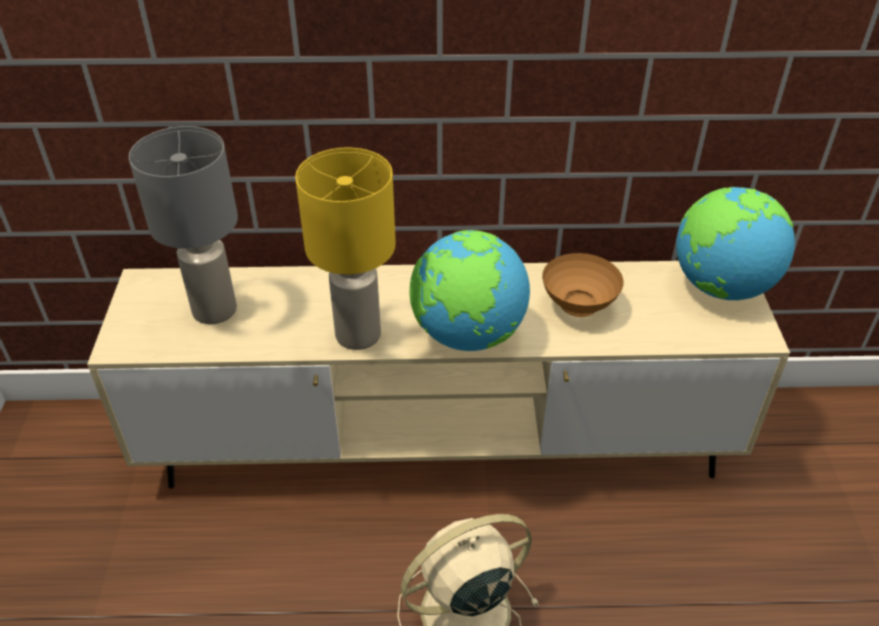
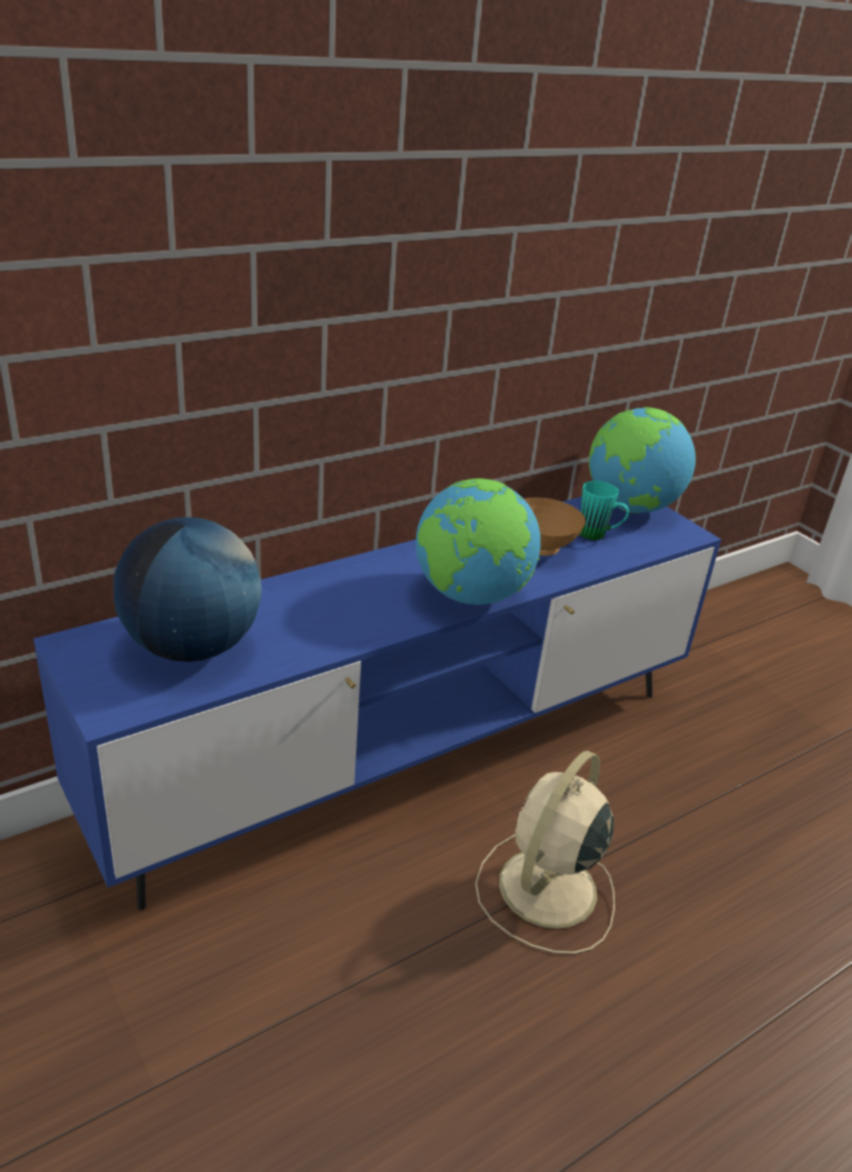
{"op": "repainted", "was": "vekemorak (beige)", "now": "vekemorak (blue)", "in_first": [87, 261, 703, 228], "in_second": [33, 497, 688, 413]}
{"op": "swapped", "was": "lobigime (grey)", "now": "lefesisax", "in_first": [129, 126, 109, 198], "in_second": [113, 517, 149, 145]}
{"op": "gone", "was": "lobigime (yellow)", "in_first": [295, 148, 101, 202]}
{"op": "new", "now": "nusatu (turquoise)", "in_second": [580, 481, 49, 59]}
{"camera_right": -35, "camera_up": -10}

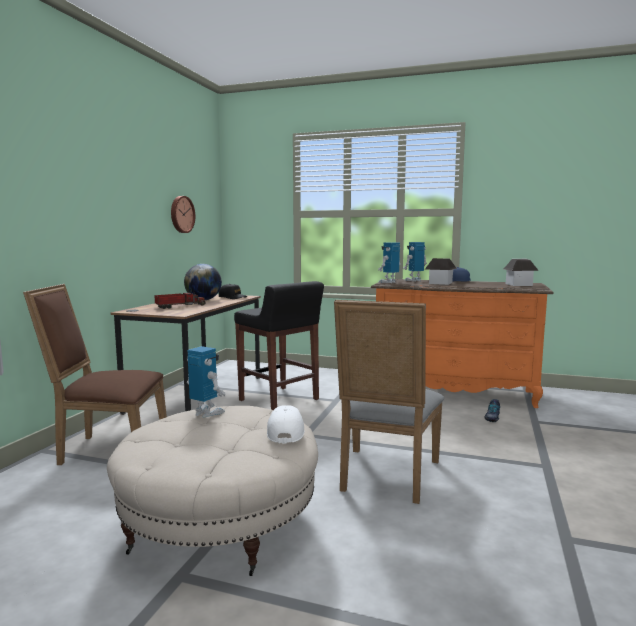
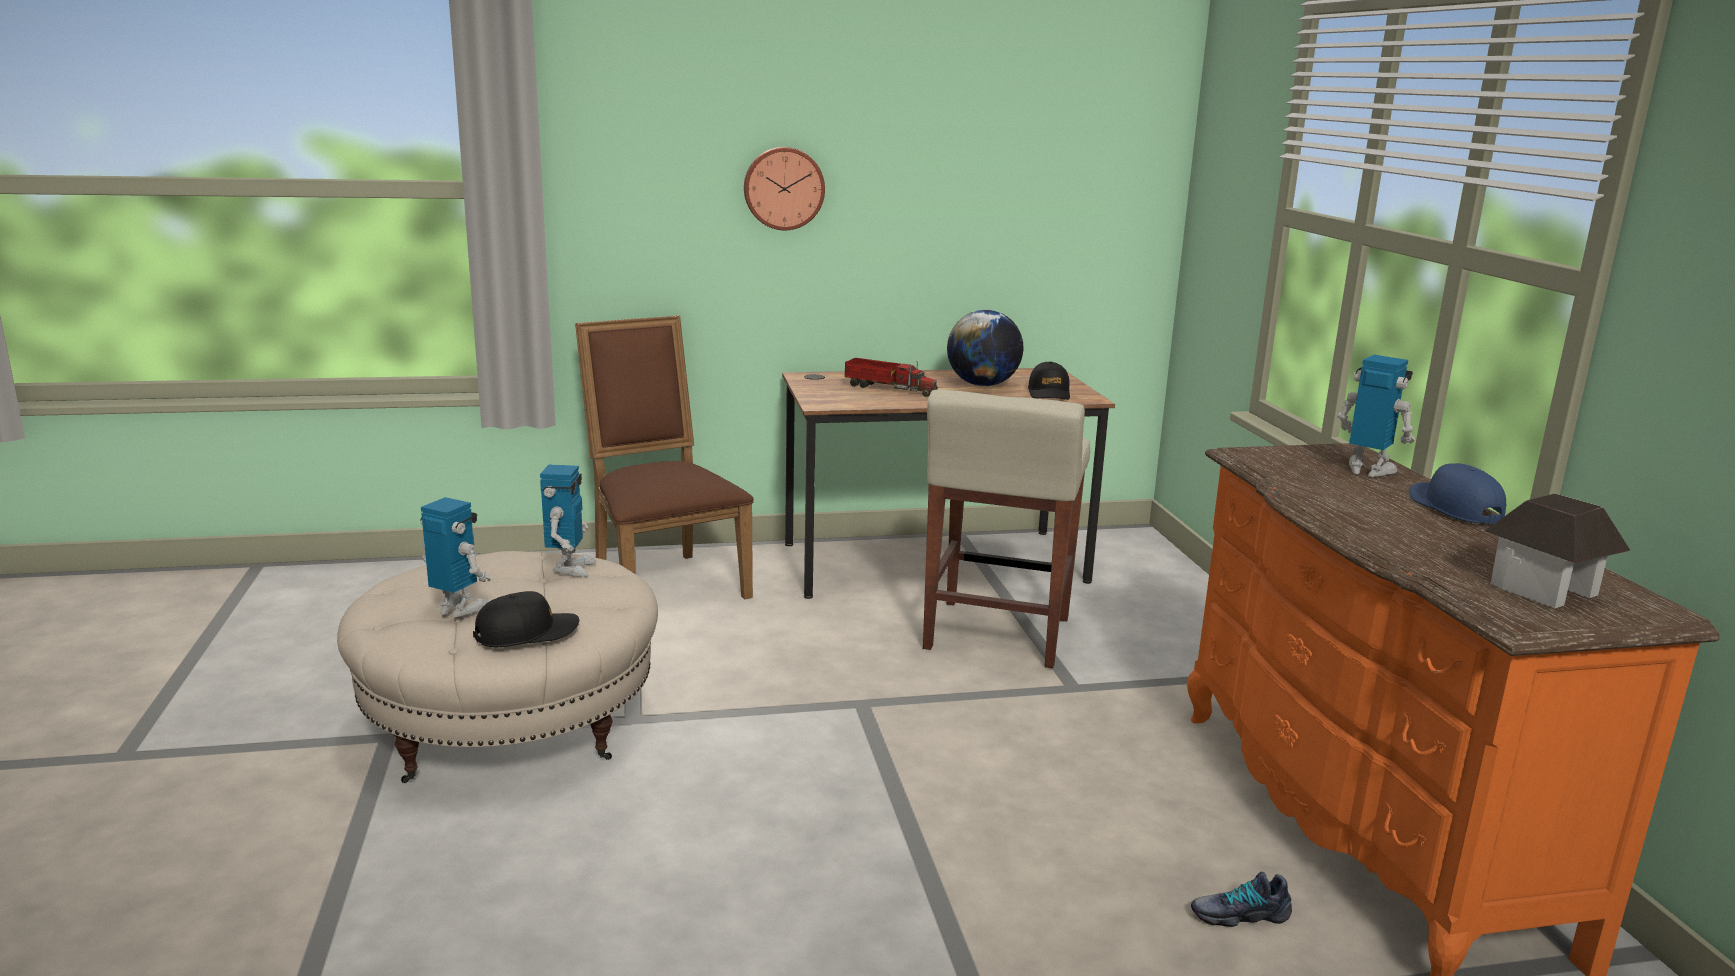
{"op": "shifted", "was": "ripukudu", "in_first": [171, 196, 24, 37], "in_second": [744, 147, 81, 83]}
{"op": "repainted", "was": "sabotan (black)", "now": "sabotan (beige)", "in_first": [234, 281, 90, 129], "in_second": [923, 389, 167, 280]}
{"op": "repainted", "was": "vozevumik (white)", "now": "vozevumik (black)", "in_first": [267, 405, 38, 39], "in_second": [473, 591, 106, 56]}
{"op": "gone", "was": "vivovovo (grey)", "in_first": [334, 300, 110, 204]}
{"op": "shifted", "was": "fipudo", "in_first": [378, 242, 23, 41], "in_second": [420, 497, 71, 121]}
{"op": "gone", "was": "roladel", "in_first": [425, 258, 32, 27]}
{"camera_right": 60, "camera_up": 10}

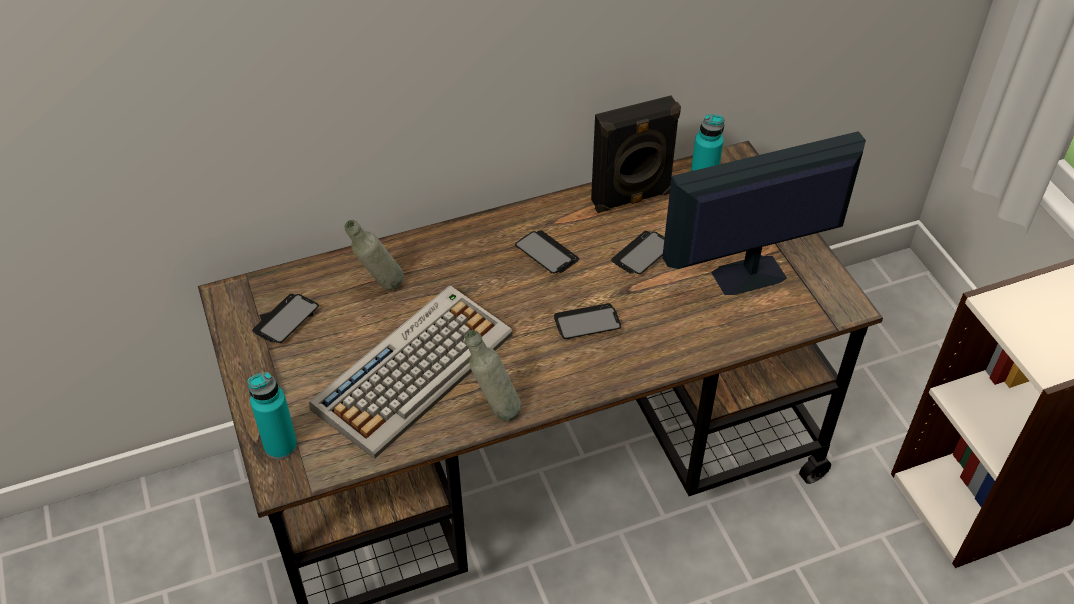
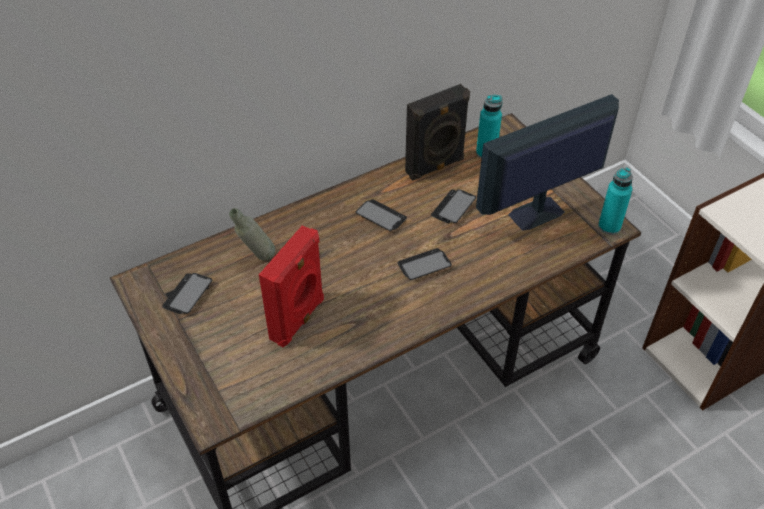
{"op": "shifted", "was": "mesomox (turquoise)", "in_first": [247, 372, 50, 87], "in_second": [598, 167, 35, 68]}
{"op": "swapped", "was": "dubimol", "now": "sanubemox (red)", "in_first": [309, 285, 204, 174], "in_second": [259, 225, 65, 122]}
{"op": "gone", "was": "mesomox (grey)", "in_first": [465, 330, 56, 90]}
{"camera_right": -10, "camera_up": 0}

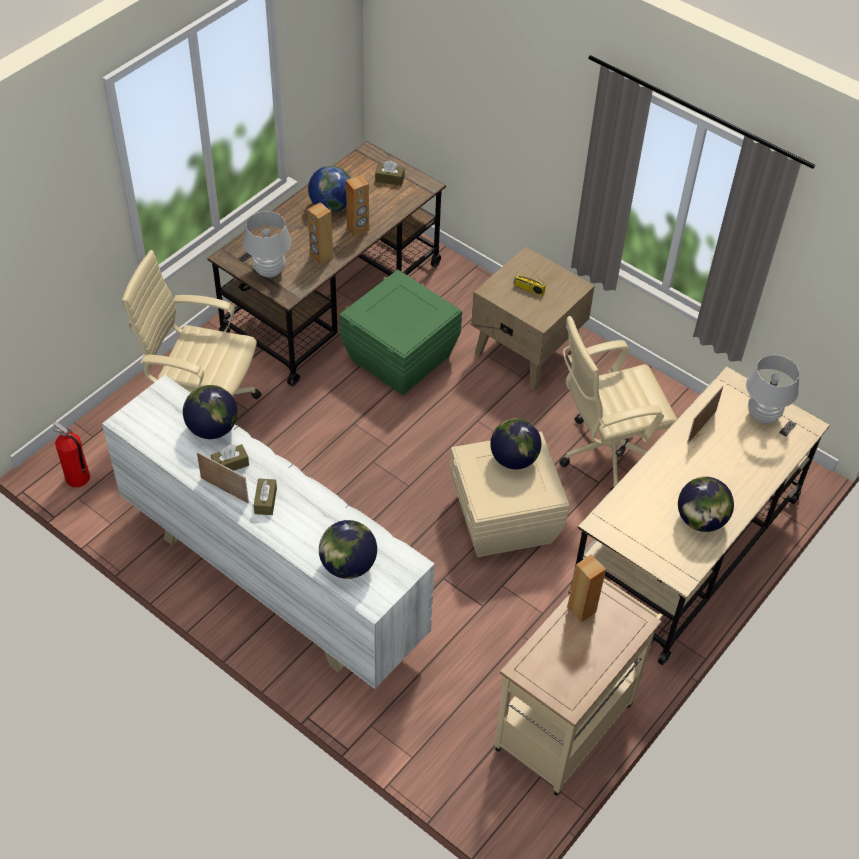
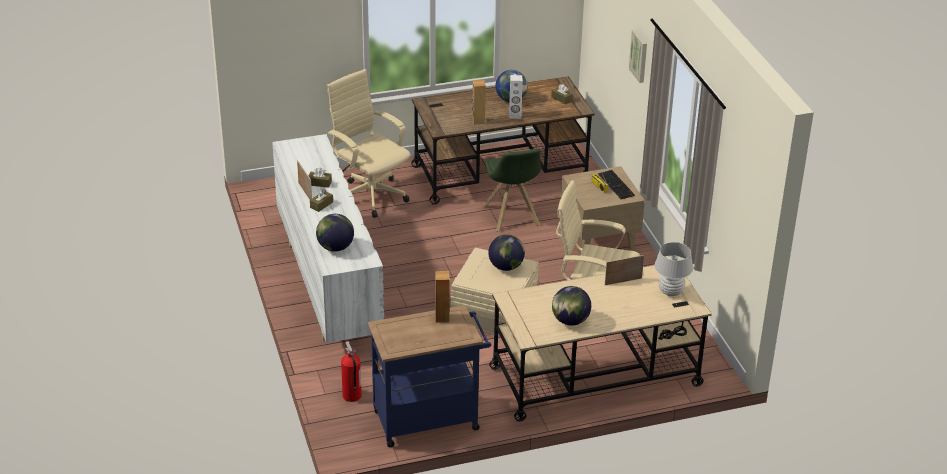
{"op": "shifted", "was": "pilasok", "in_first": [53, 421, 37, 67], "in_second": [341, 341, 21, 61]}
{"op": "gone", "was": "lefesisax", "in_first": [183, 385, 55, 54]}
{"op": "gone", "was": "lobigime (white)", "in_first": [243, 211, 48, 66]}
{"op": "swapped", "was": "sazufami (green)", "now": "vivovovo (green)", "in_first": [339, 270, 123, 125], "in_second": [483, 149, 58, 83]}
{"op": "repainted", "was": "sanubemox (brown)", "now": "sanubemox (white)", "in_first": [346, 175, 23, 61], "in_second": [509, 75, 14, 44]}
{"op": "repainted", "was": "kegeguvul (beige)", "now": "kegeguvul (blue)", "in_first": [494, 578, 169, 218], "in_second": [368, 305, 123, 142]}
{"op": "new", "now": "dubimol", "in_second": [598, 170, 37, 29]}
{"op": "new", "now": "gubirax", "in_second": [629, 30, 18, 53]}
{"camera_right": 35, "camera_up": -15}

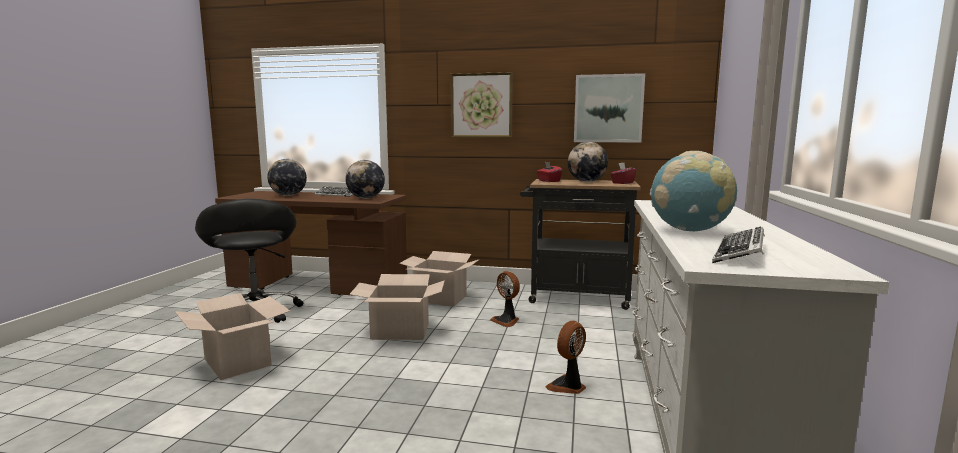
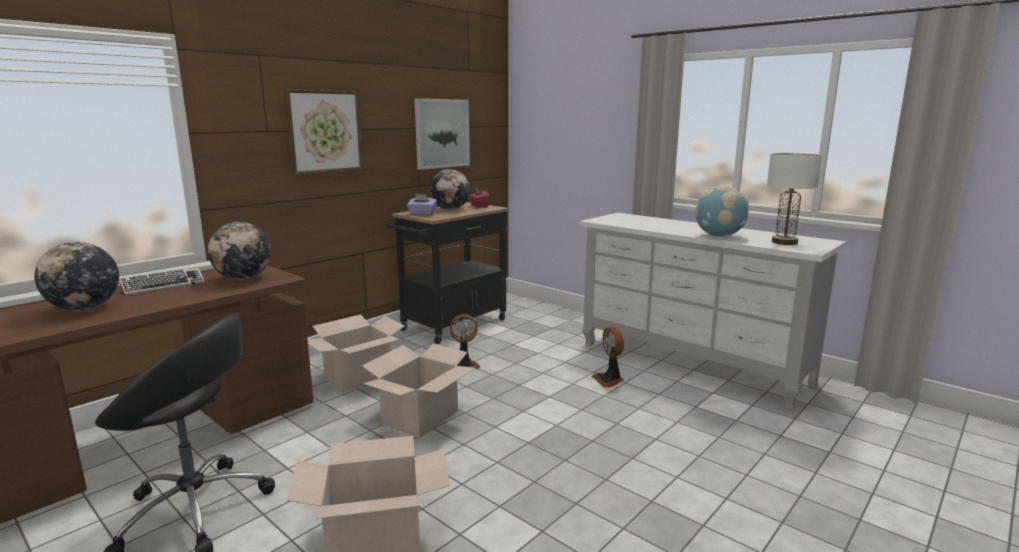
{"op": "repainted", "was": "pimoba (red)", "now": "pimoba (purple)", "in_first": [537, 162, 25, 20], "in_second": [407, 194, 30, 22]}
{"op": "swapped", "was": "dubimol", "now": "lobigime", "in_first": [712, 226, 53, 37], "in_second": [767, 153, 55, 92]}
{"camera_right": -60, "camera_up": 5}

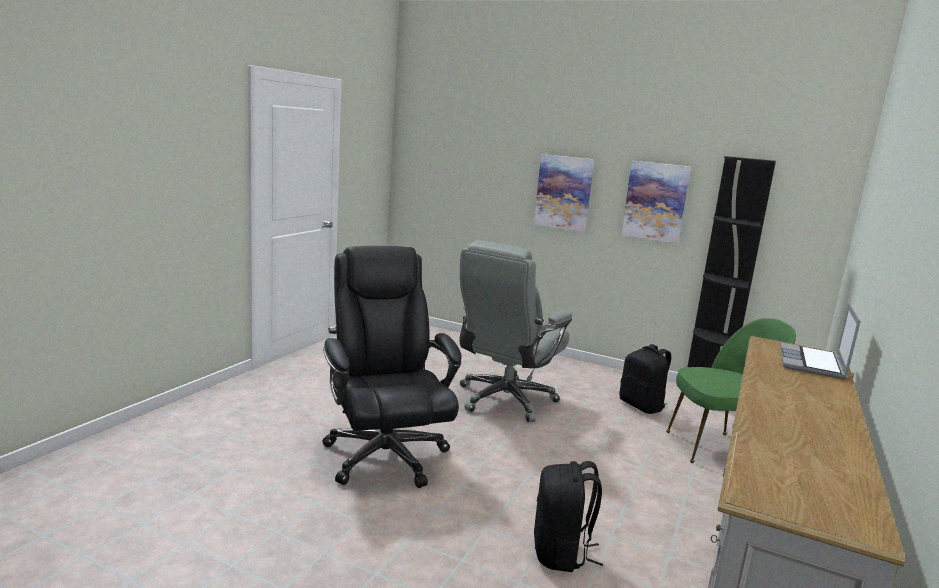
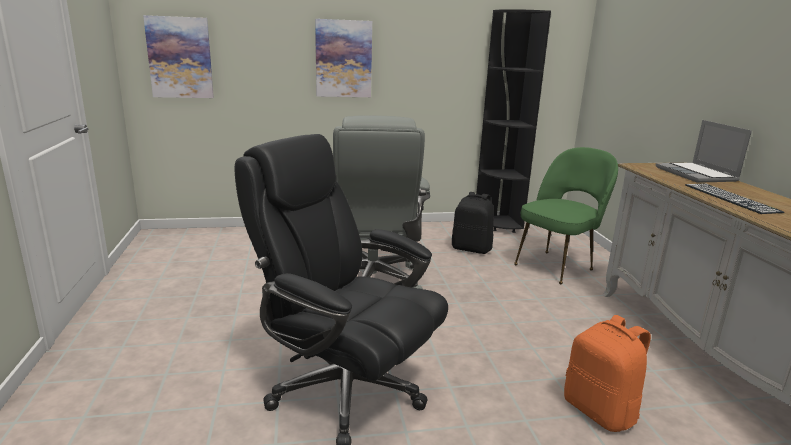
{"op": "repainted", "was": "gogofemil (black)", "now": "gogofemil (orange)", "in_first": [534, 461, 69, 111], "in_second": [564, 315, 87, 117]}
{"op": "shifted", "was": "gubirax", "in_first": [621, 161, 70, 82], "in_second": [143, 15, 71, 83]}
{"op": "new", "now": "dubimol", "in_second": [685, 183, 99, 31]}
{"camera_right": -35, "camera_up": 5}

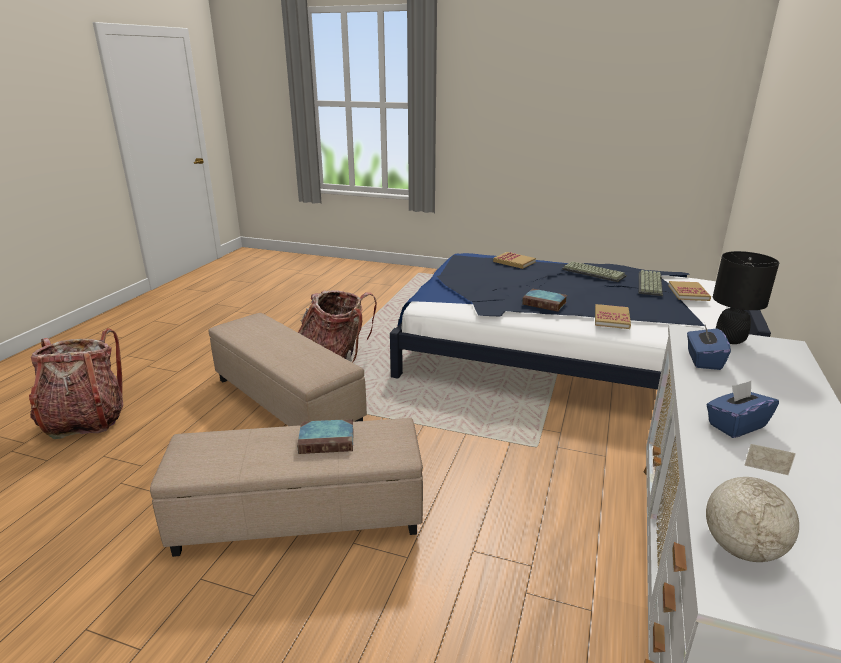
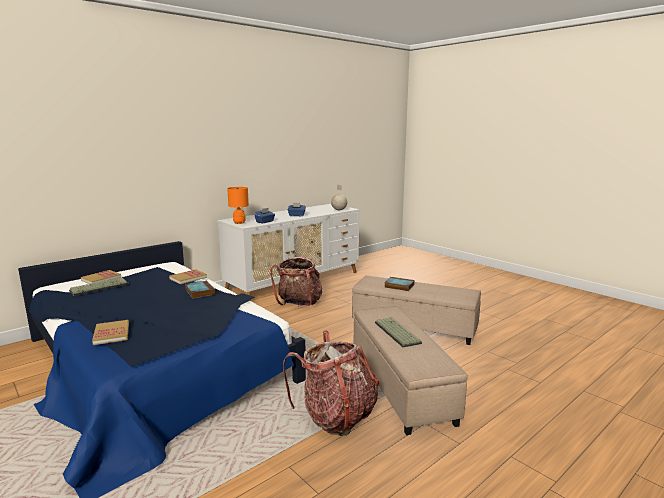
{"op": "shifted", "was": "gogofemil", "in_first": [29, 328, 94, 111], "in_second": [270, 256, 52, 50]}
{"op": "shifted", "was": "dubimol", "in_first": [562, 261, 64, 21], "in_second": [375, 317, 47, 30]}
{"op": "repainted", "was": "lobigime (black)", "now": "lobigime (orange)", "in_first": [713, 251, 66, 93], "in_second": [227, 187, 22, 37]}
{"camera_right": -150, "camera_up": -10}

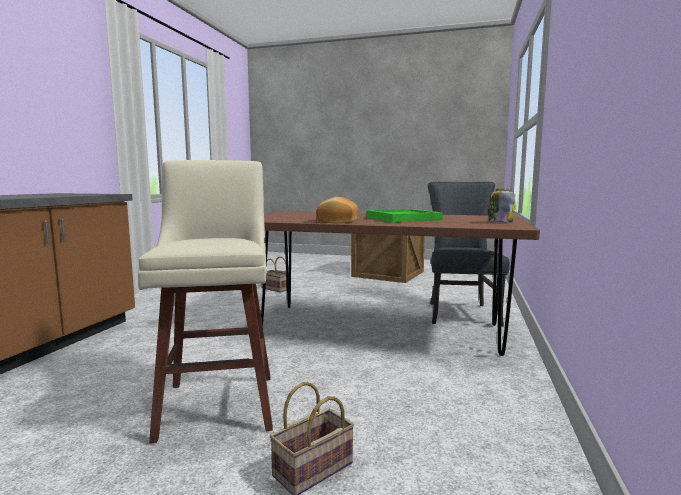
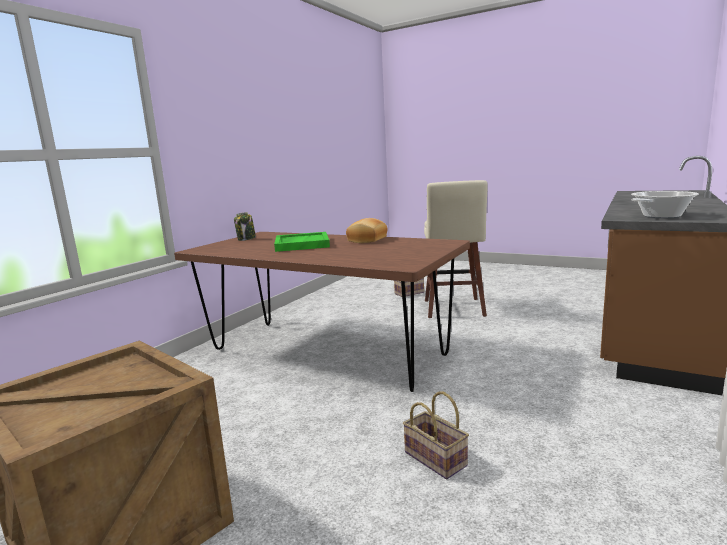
{"op": "gone", "was": "vivovovo (grey)", "in_first": [428, 182, 82, 145]}
{"op": "new", "now": "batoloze", "in_second": [631, 191, 68, 27]}
{"camera_right": -165, "camera_up": 5}

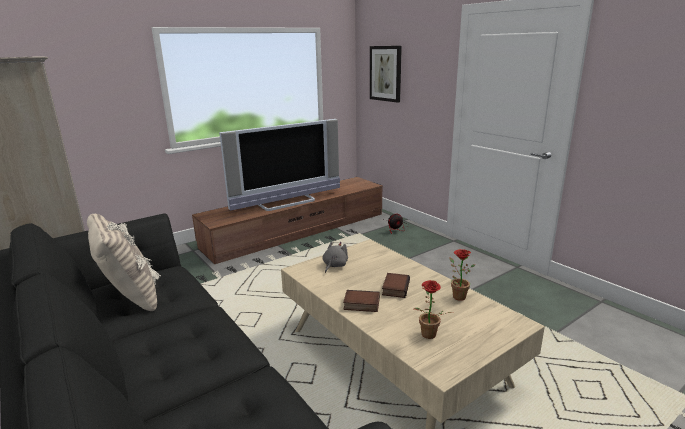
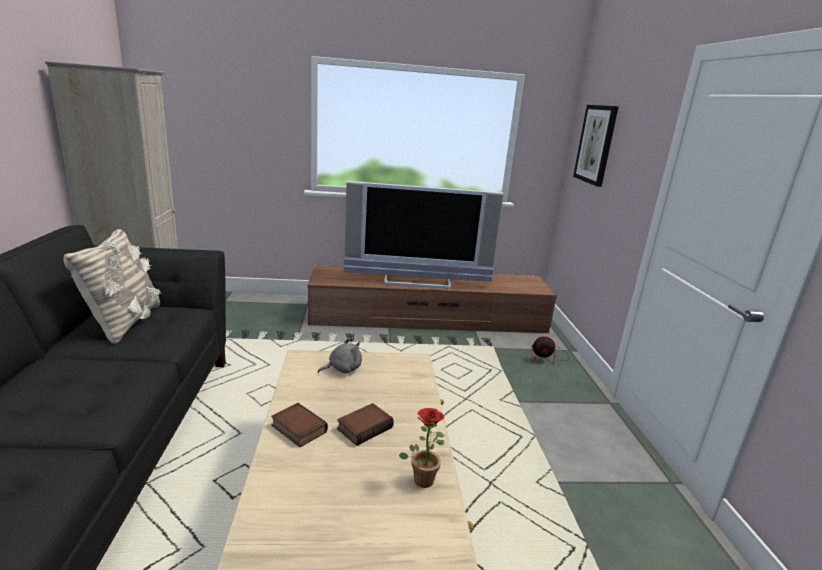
{"op": "gone", "was": "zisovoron", "in_first": [414, 280, 38, 59]}
{"camera_right": 30, "camera_up": 0}

